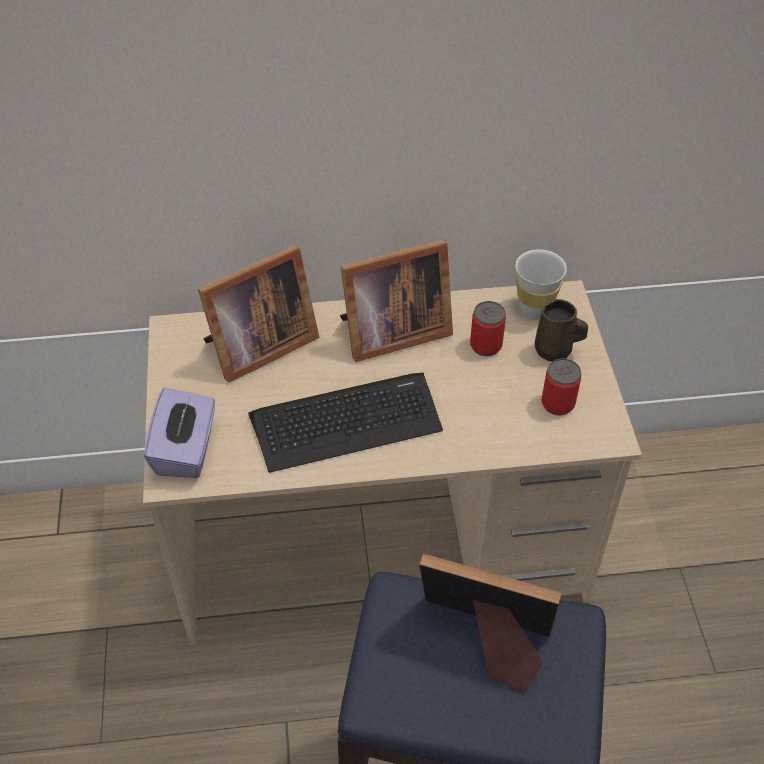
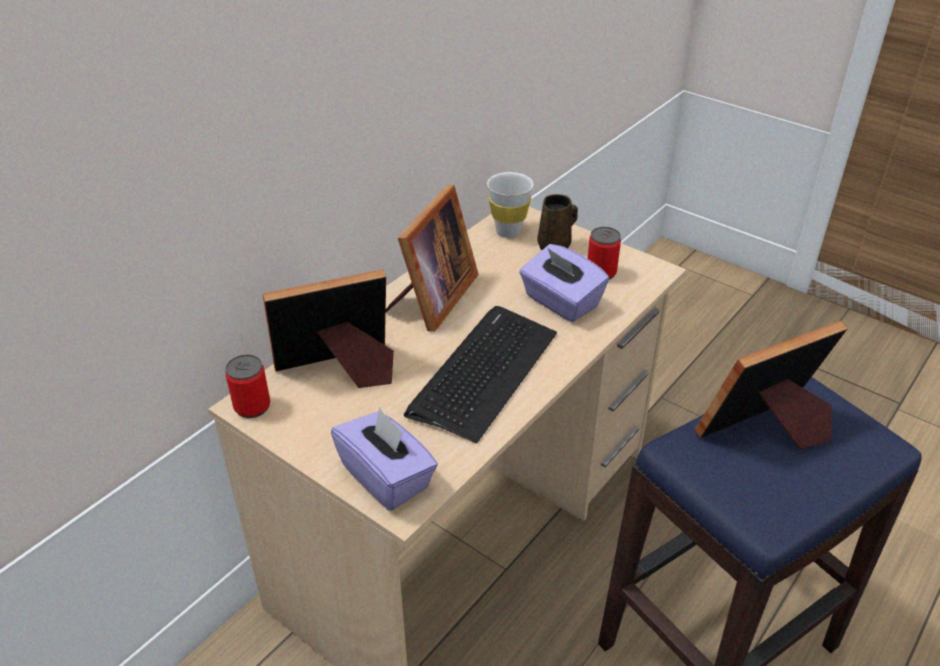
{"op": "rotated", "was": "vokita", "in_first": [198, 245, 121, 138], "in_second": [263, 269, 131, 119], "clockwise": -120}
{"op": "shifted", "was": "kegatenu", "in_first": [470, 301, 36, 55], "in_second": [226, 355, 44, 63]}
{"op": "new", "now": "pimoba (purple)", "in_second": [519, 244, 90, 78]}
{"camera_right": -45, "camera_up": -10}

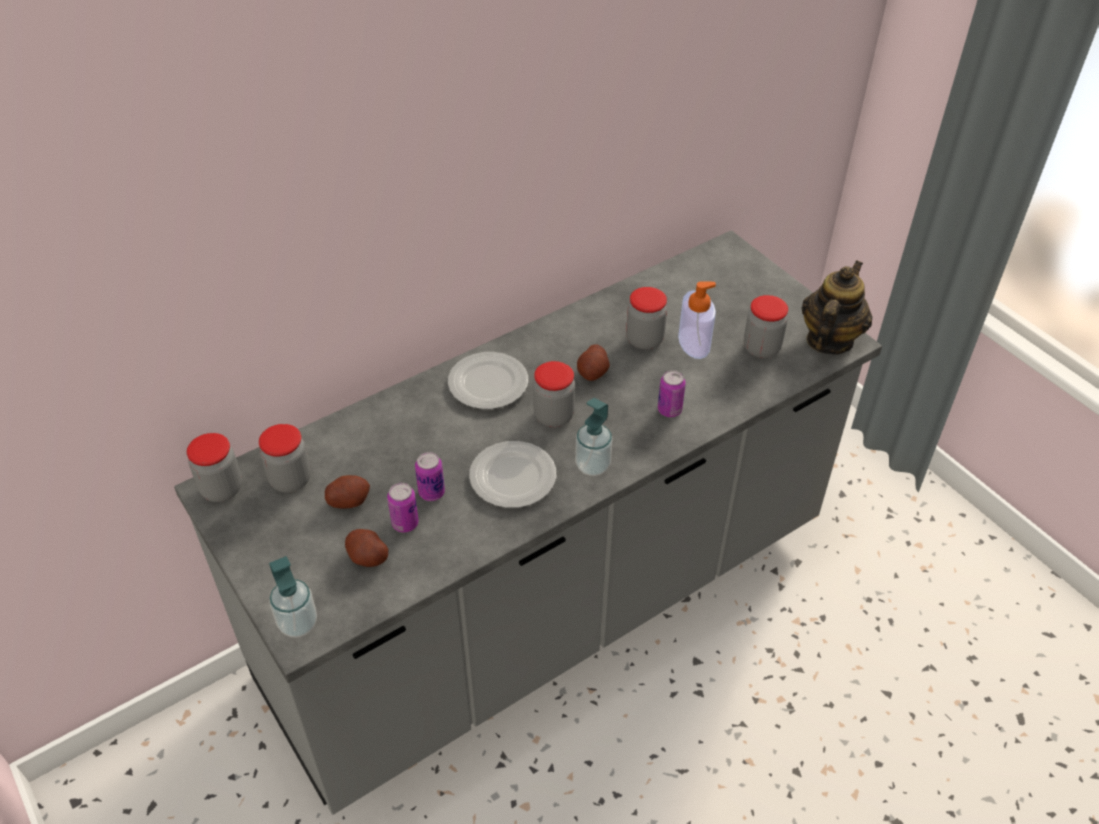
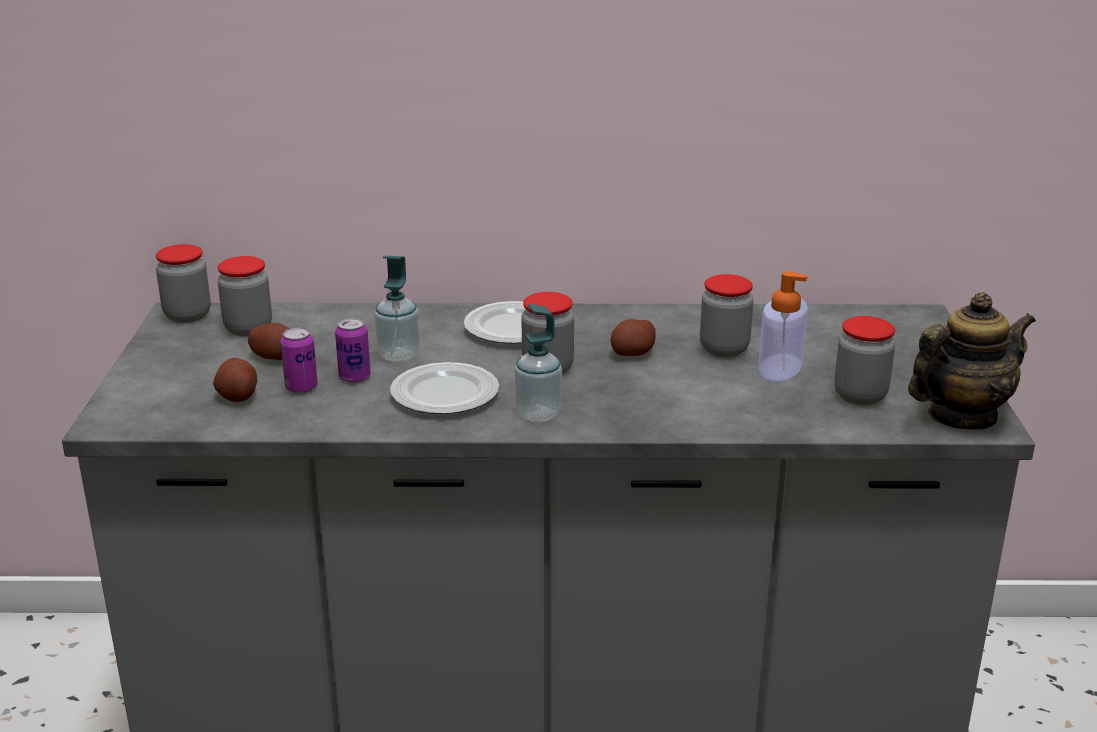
{"op": "shifted", "was": "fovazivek", "in_first": [269, 556, 48, 81], "in_second": [375, 256, 45, 106]}
{"op": "gone", "was": "kegatenu", "in_first": [658, 370, 28, 47]}
{"camera_right": 35, "camera_up": -20}

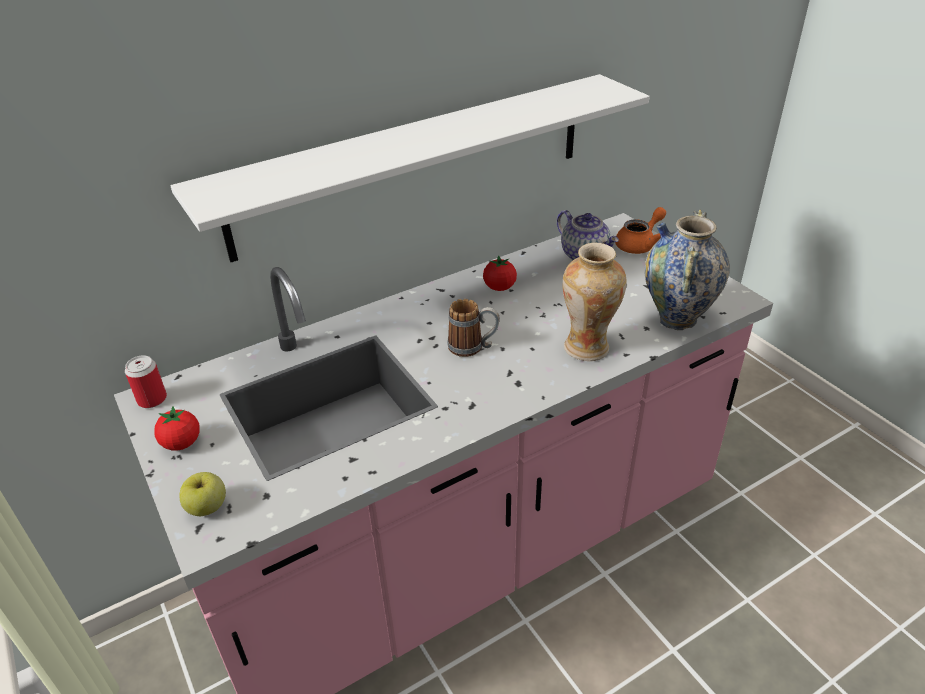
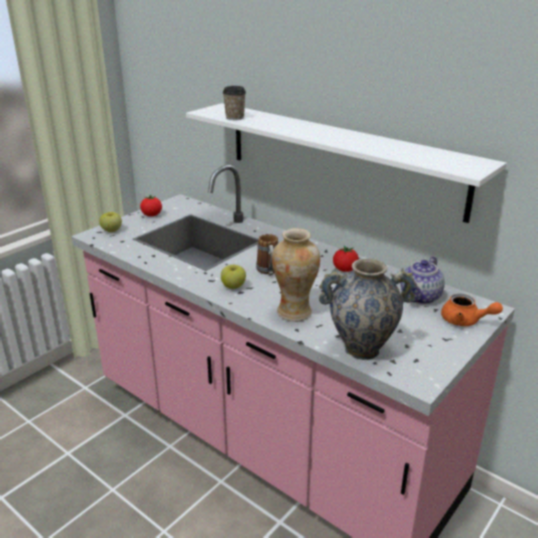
{"op": "gone", "was": "kegatenu", "in_first": [125, 355, 42, 53]}
{"op": "new", "now": "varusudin", "in_second": [221, 265, 25, 24]}
{"op": "new", "now": "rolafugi", "in_second": [223, 86, 23, 34]}
{"camera_right": 70, "camera_up": -10}

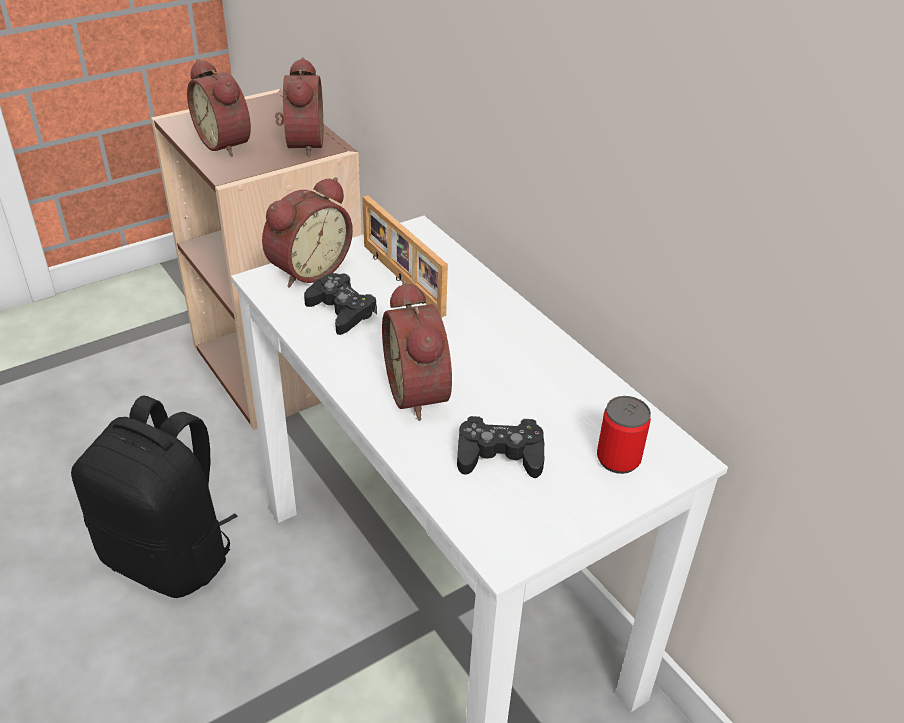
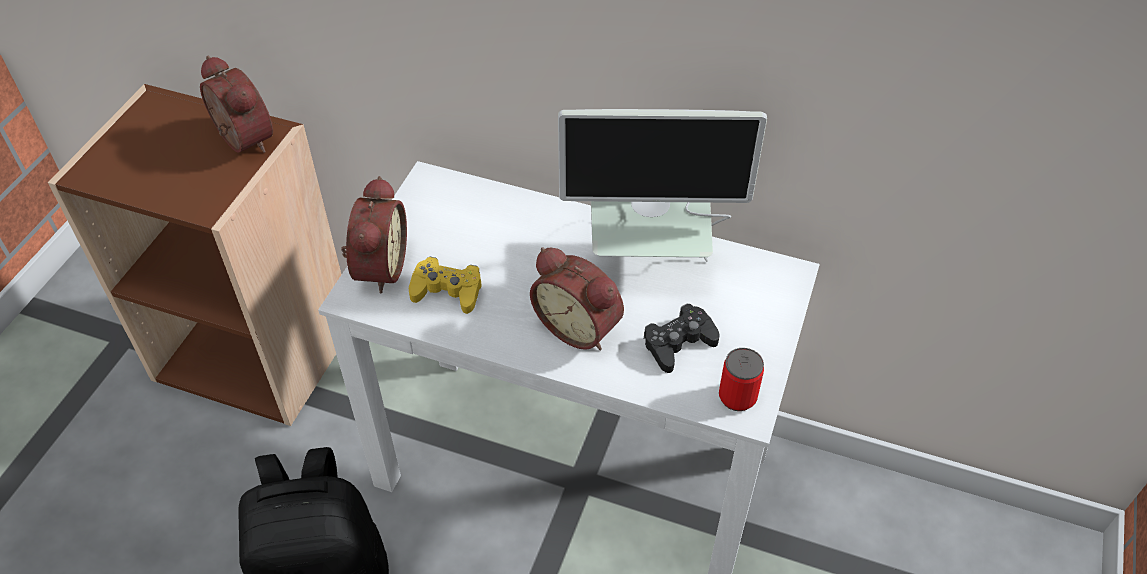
{"op": "gone", "was": "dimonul", "in_first": [187, 59, 64, 98]}
{"op": "repainted", "was": "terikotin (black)", "now": "terikotin (yellow)", "in_first": [304, 273, 73, 62], "in_second": [409, 257, 73, 57]}
{"op": "gone", "was": "vokita", "in_first": [362, 195, 86, 123]}
{"op": "shifted", "was": "kegatenu", "in_first": [597, 396, 54, 78], "in_second": [719, 348, 45, 63]}
{"op": "new", "now": "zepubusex", "in_second": [558, 109, 209, 153]}
{"camera_right": -35, "camera_up": 10}

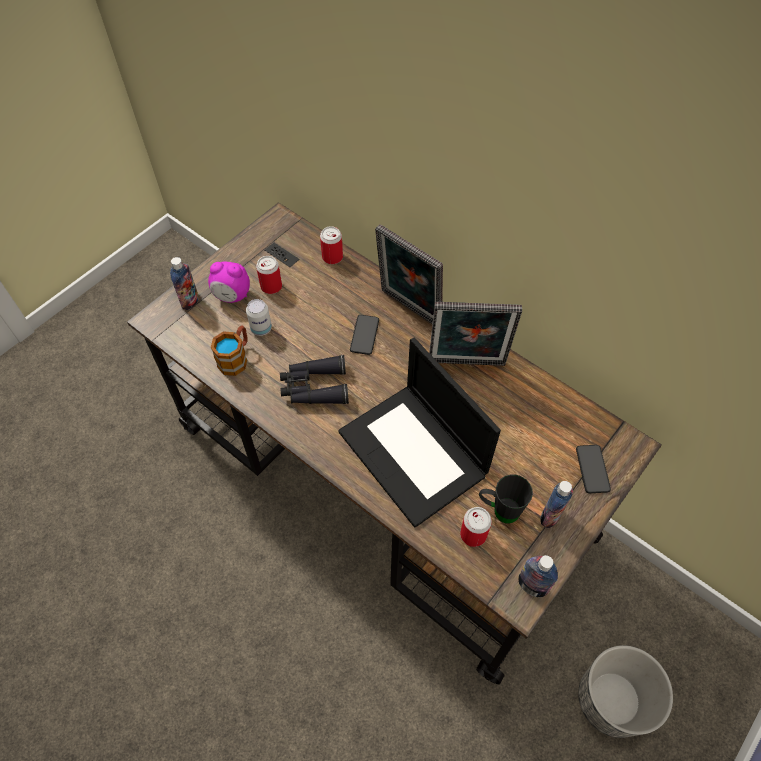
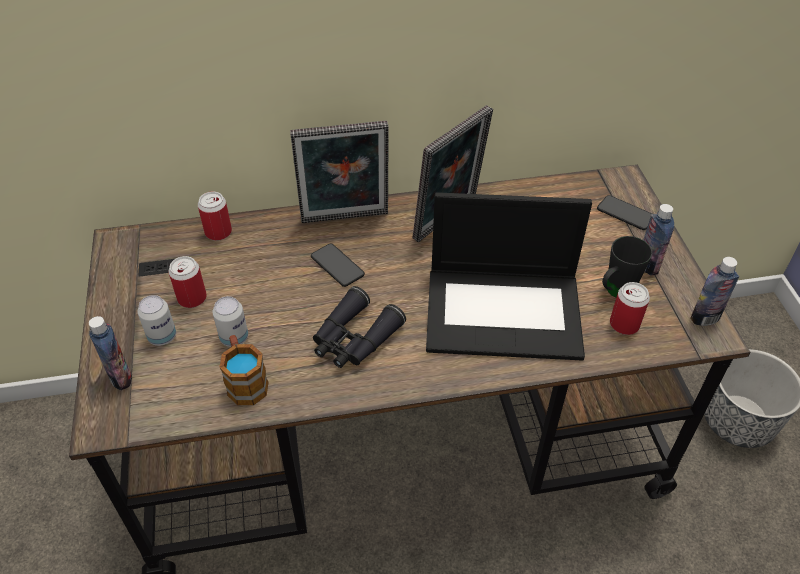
{"op": "swapped", "was": "dimonul", "now": "kegatenu", "in_first": [208, 261, 42, 42], "in_second": [137, 295, 39, 51]}
{"camera_right": -50, "camera_up": -10}

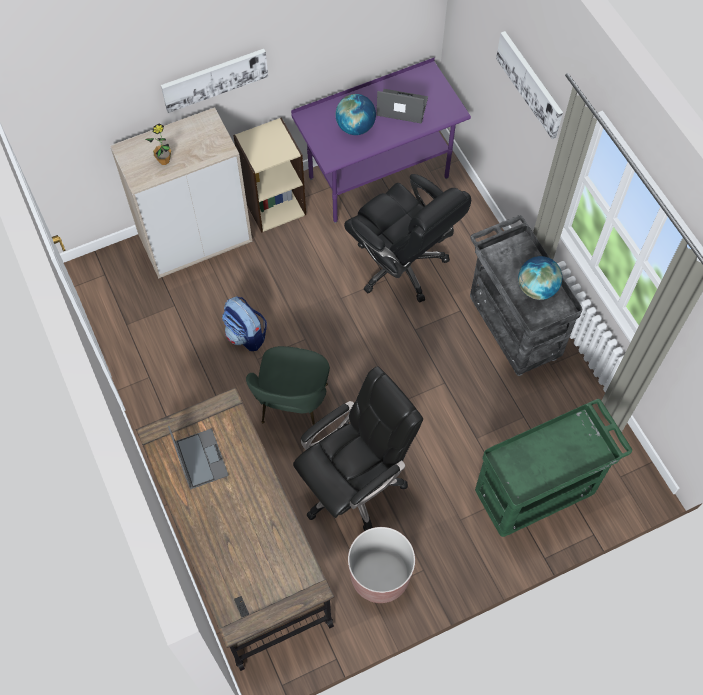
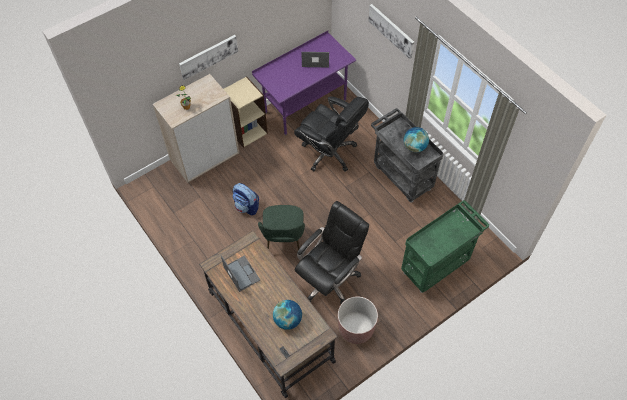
{"op": "shifted", "was": "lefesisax", "in_first": [336, 94, 40, 41], "in_second": [273, 300, 29, 30]}
{"camera_right": -10, "camera_up": -5}

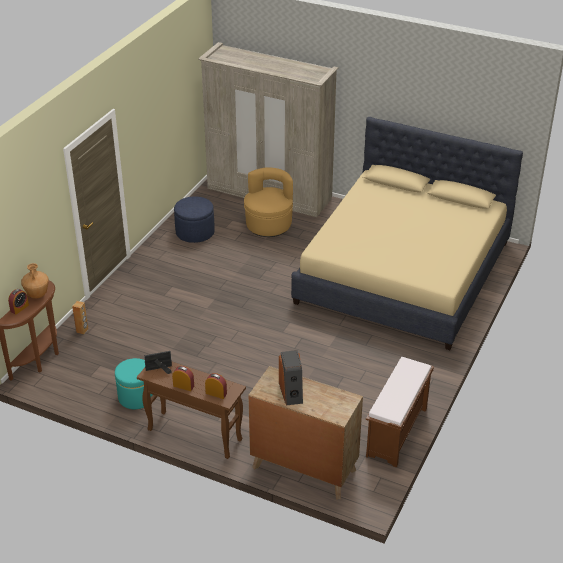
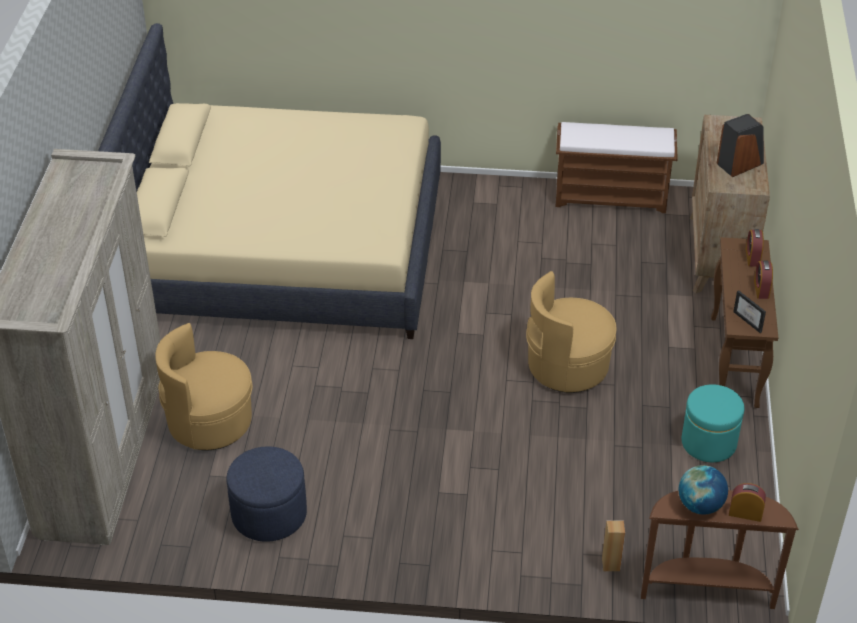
{"op": "swapped", "was": "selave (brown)", "now": "lefesisax", "in_first": [21, 263, 28, 36], "in_second": [679, 465, 49, 50]}
{"op": "new", "now": "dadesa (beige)", "in_second": [526, 271, 90, 122]}
{"camera_right": -110, "camera_up": 5}

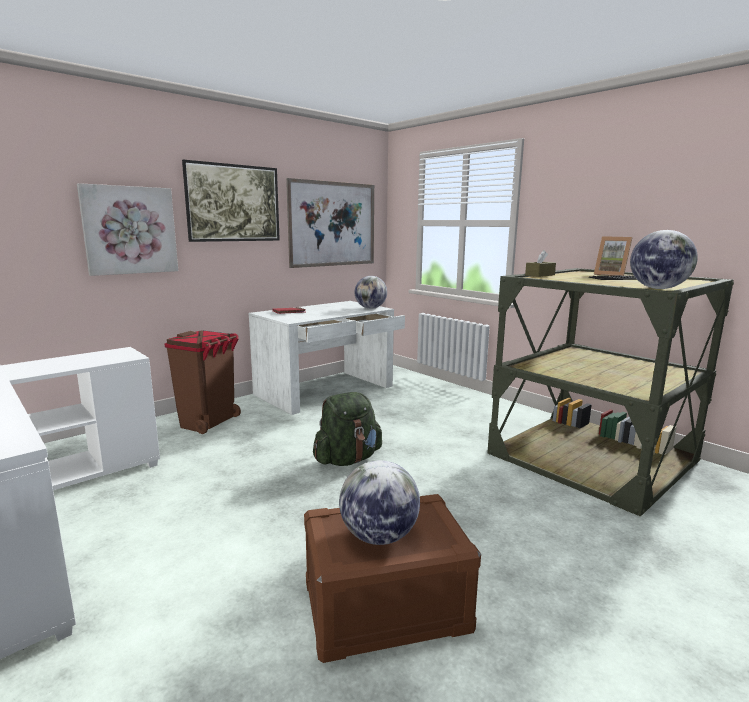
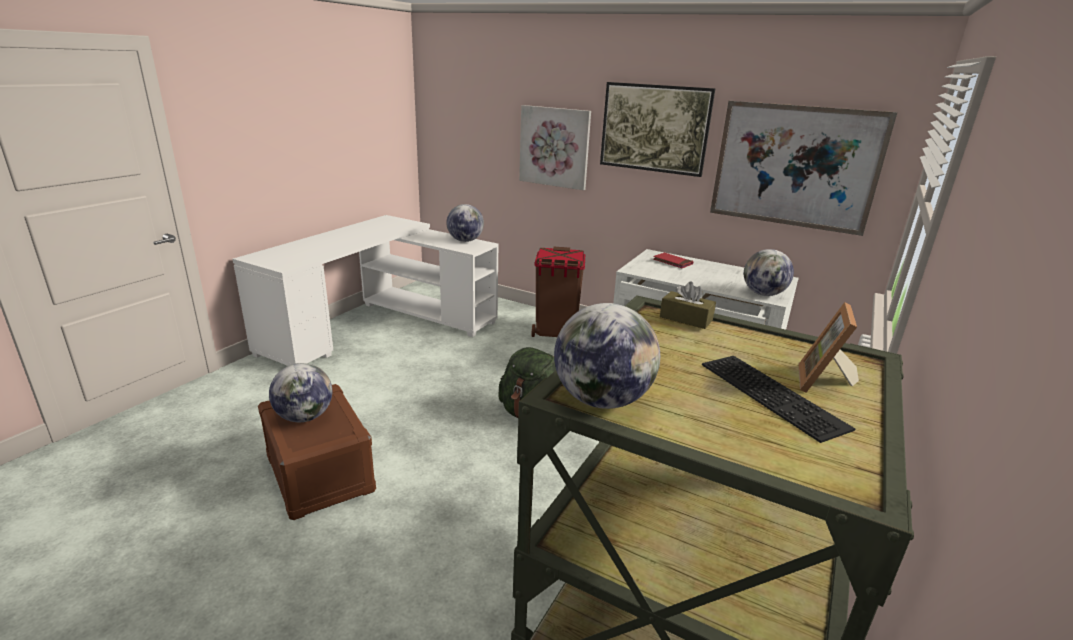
{"op": "new", "now": "lefesisax", "in_second": [446, 204, 38, 38]}
{"camera_right": 70, "camera_up": 10}

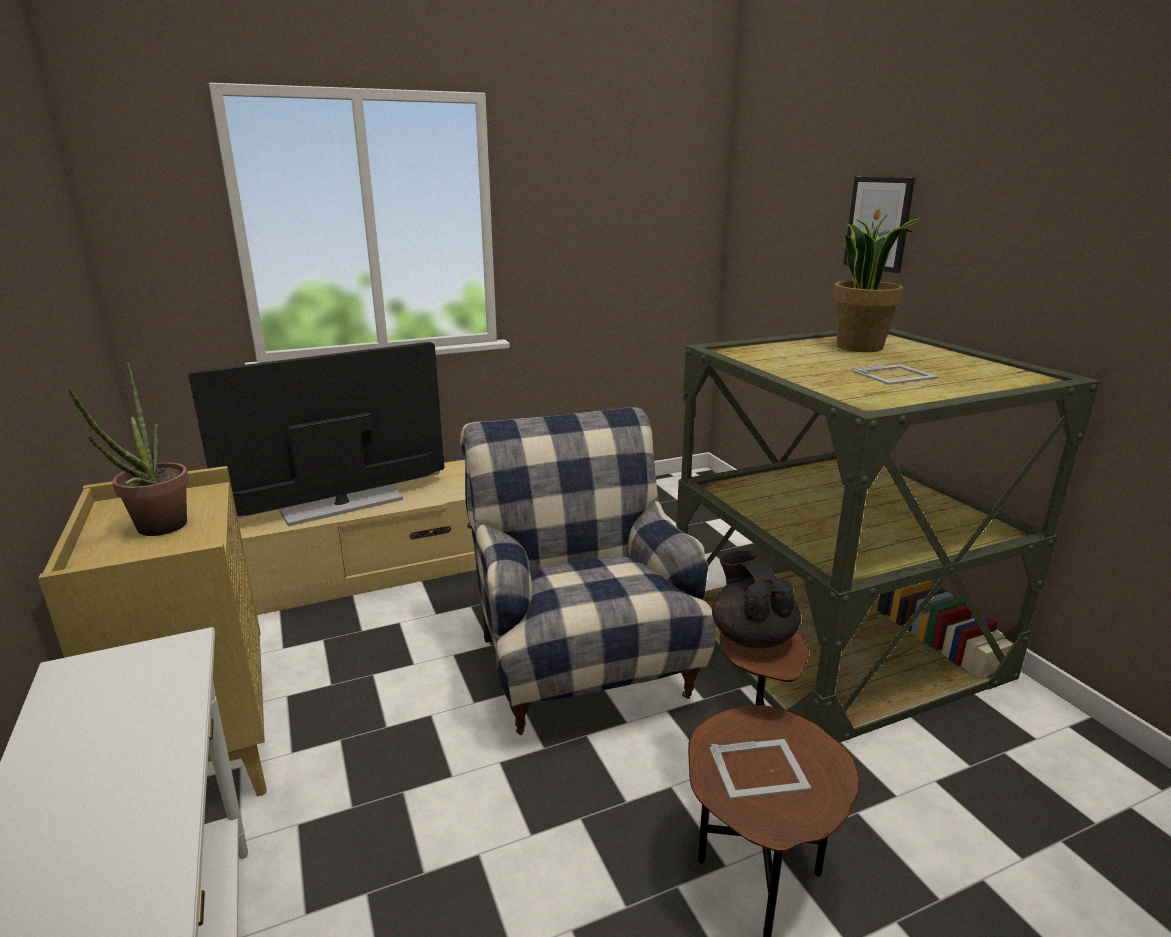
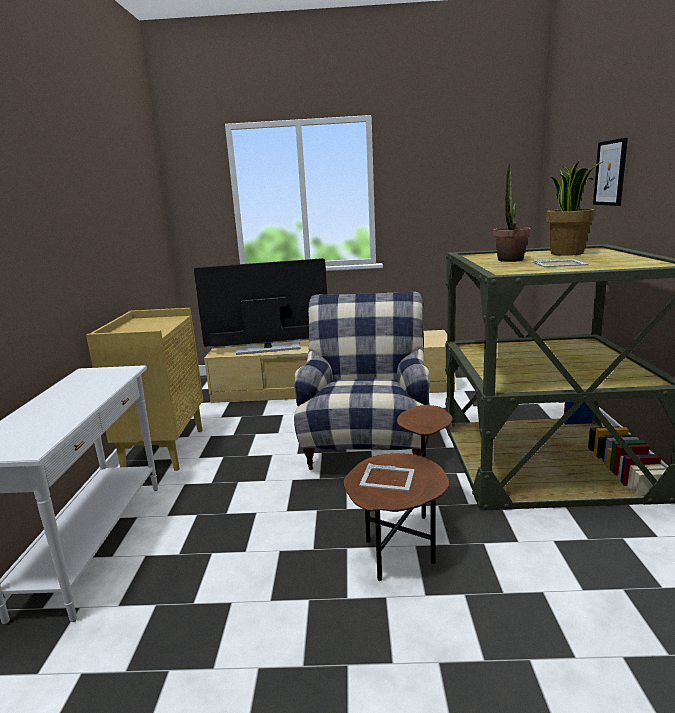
{"op": "shifted", "was": "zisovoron", "in_first": [68, 362, 121, 174], "in_second": [493, 162, 38, 100]}
{"op": "gone", "was": "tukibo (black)", "in_first": [712, 550, 89, 98]}
{"camera_right": 25, "camera_up": -5}

